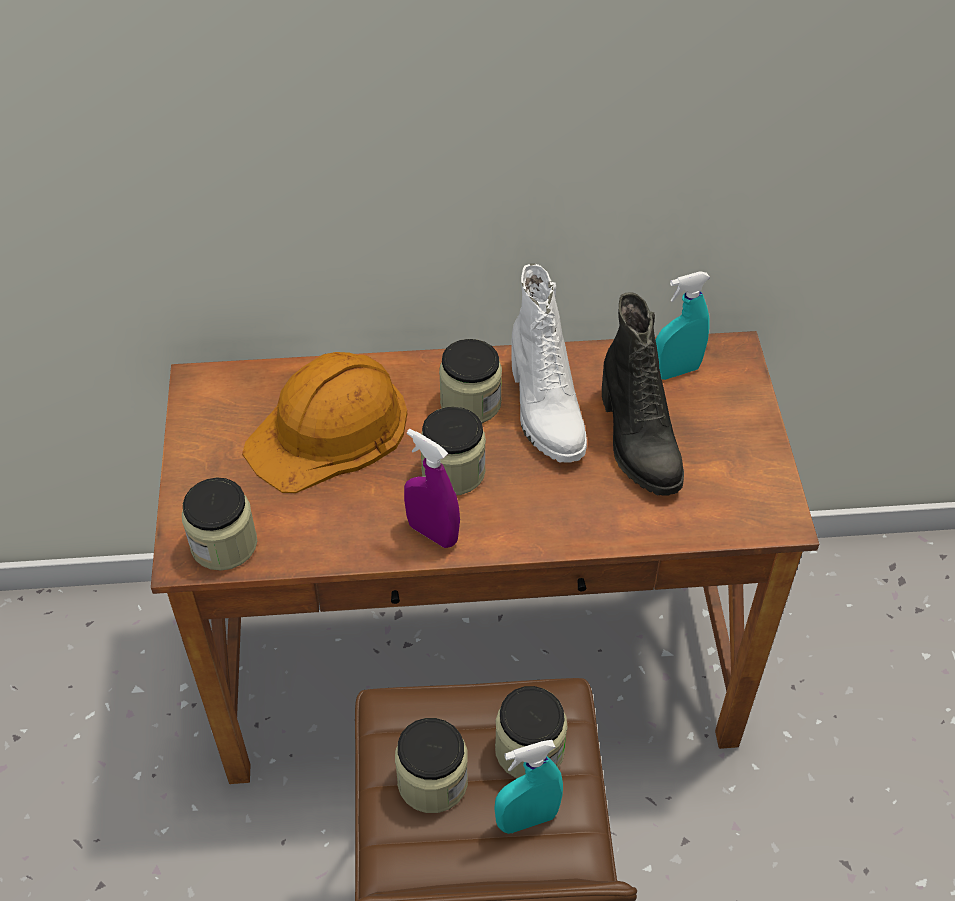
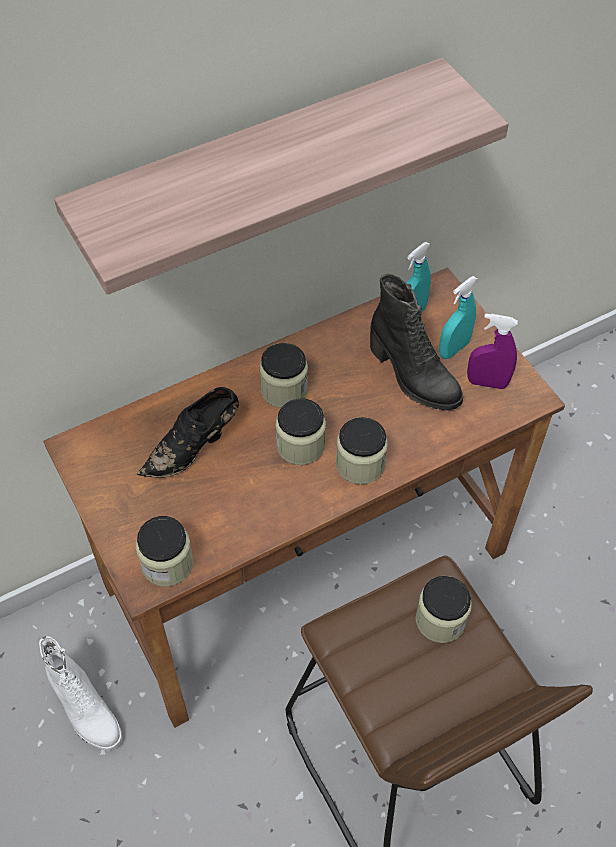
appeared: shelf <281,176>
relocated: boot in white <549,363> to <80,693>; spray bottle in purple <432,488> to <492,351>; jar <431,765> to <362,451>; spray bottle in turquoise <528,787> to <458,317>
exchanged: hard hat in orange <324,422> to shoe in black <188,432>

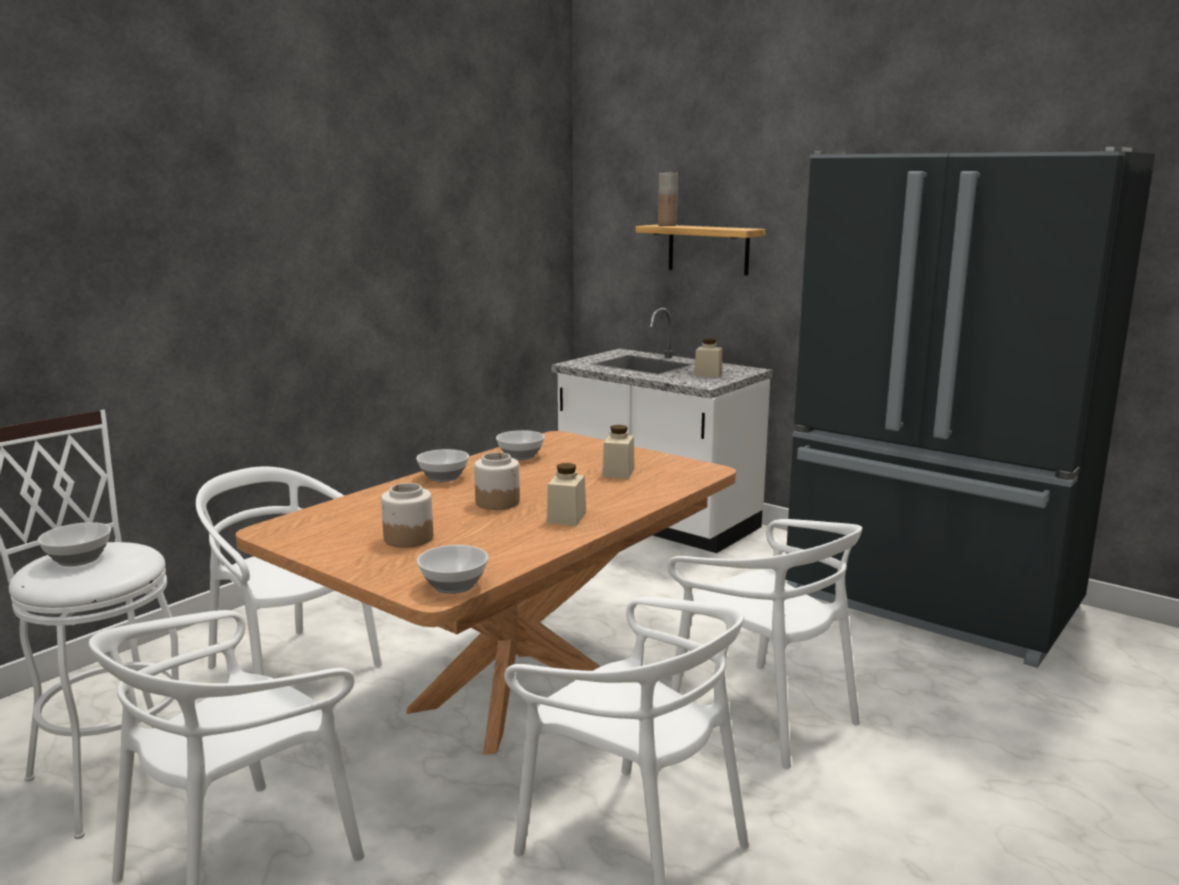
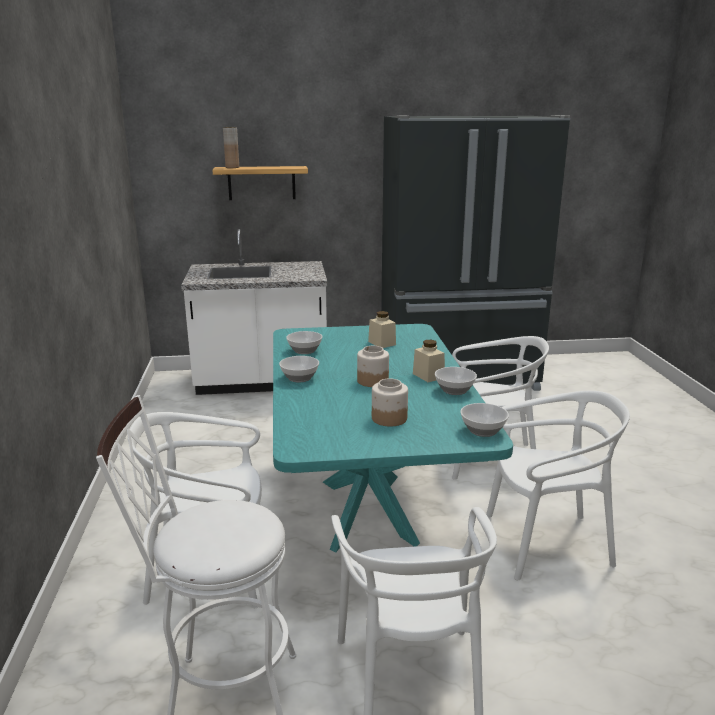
missing: jar in beige <708,357>
relocated: bowl <74,544> to <456,381>
colour: dining table in brown <486,593> to dining table in turquoise <393,438>

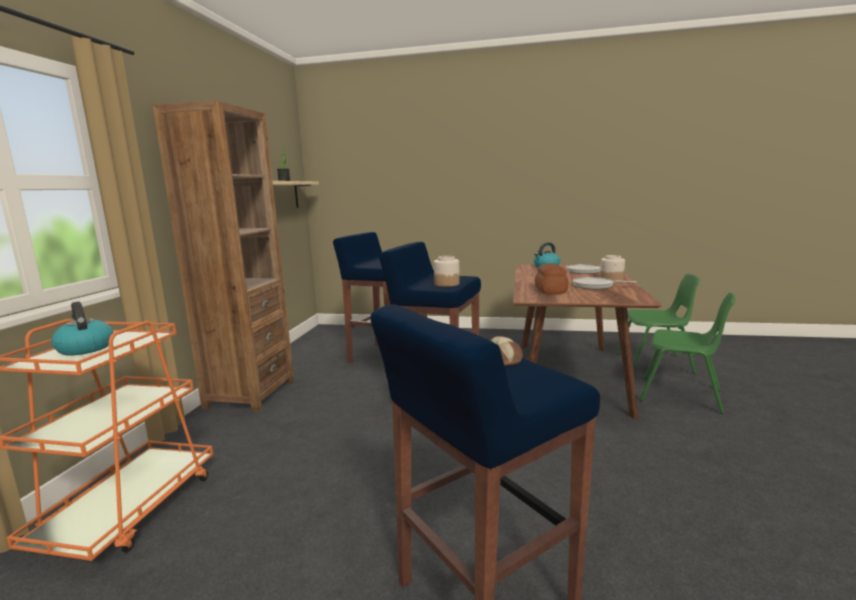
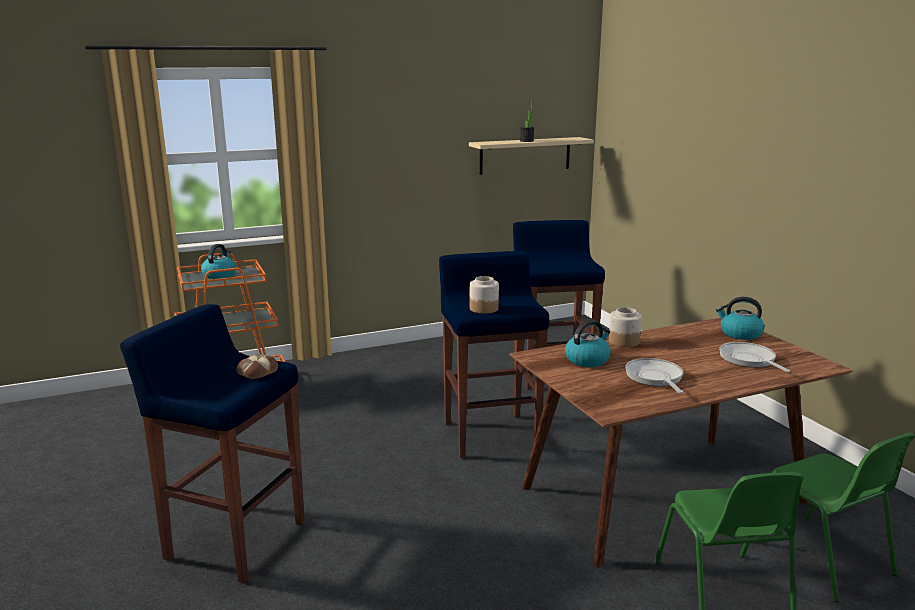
missing: bookcase in brown <223,256>
relocated: jar <612,268> to <625,327>
exchanged: bread <551,279> to kettle <588,343>

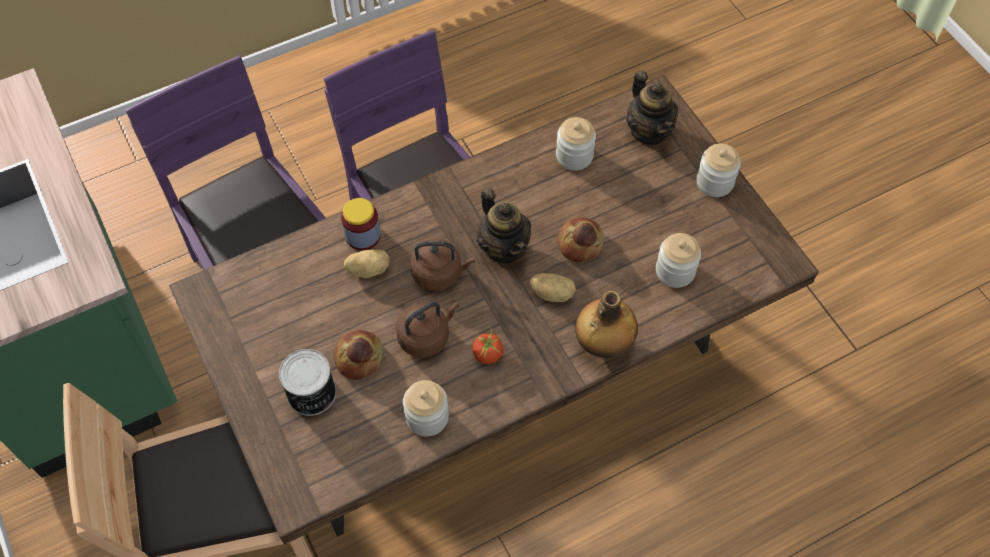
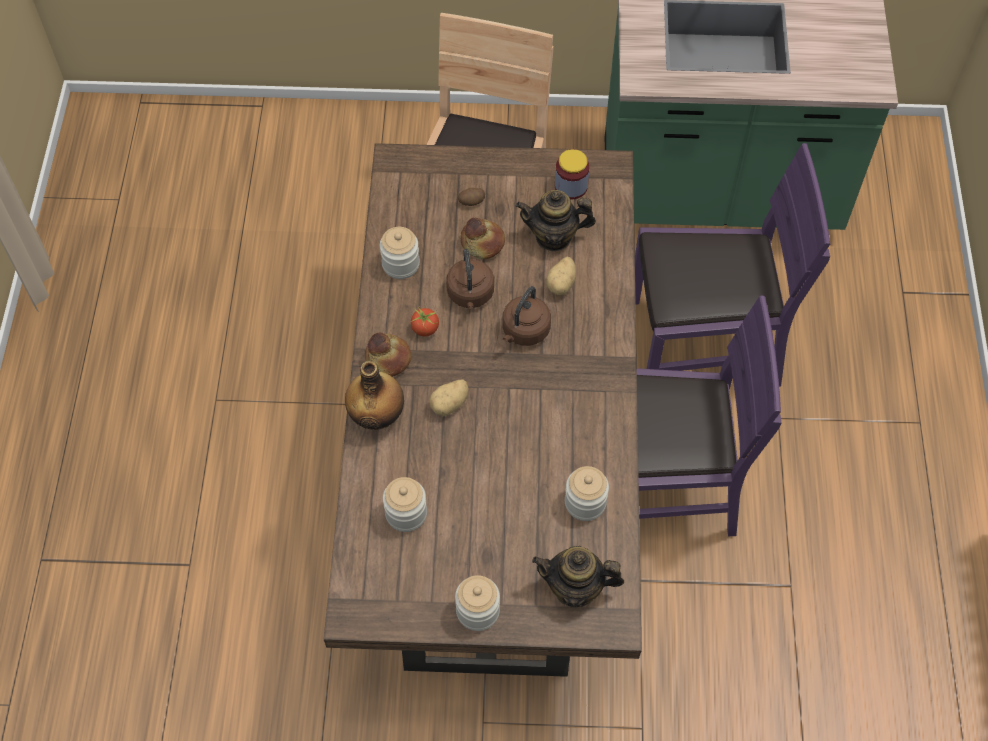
relocated: teapot <504,225> to <556,220>; jar <361,224> to <572,174>; bread <581,239> to <388,355>
exchanged: can <307,382> to potato <471,197>

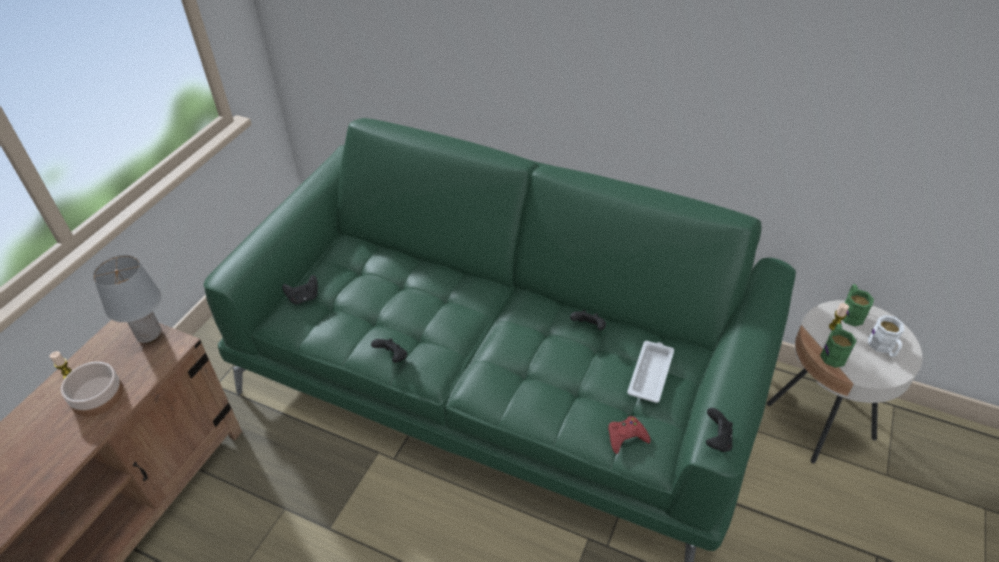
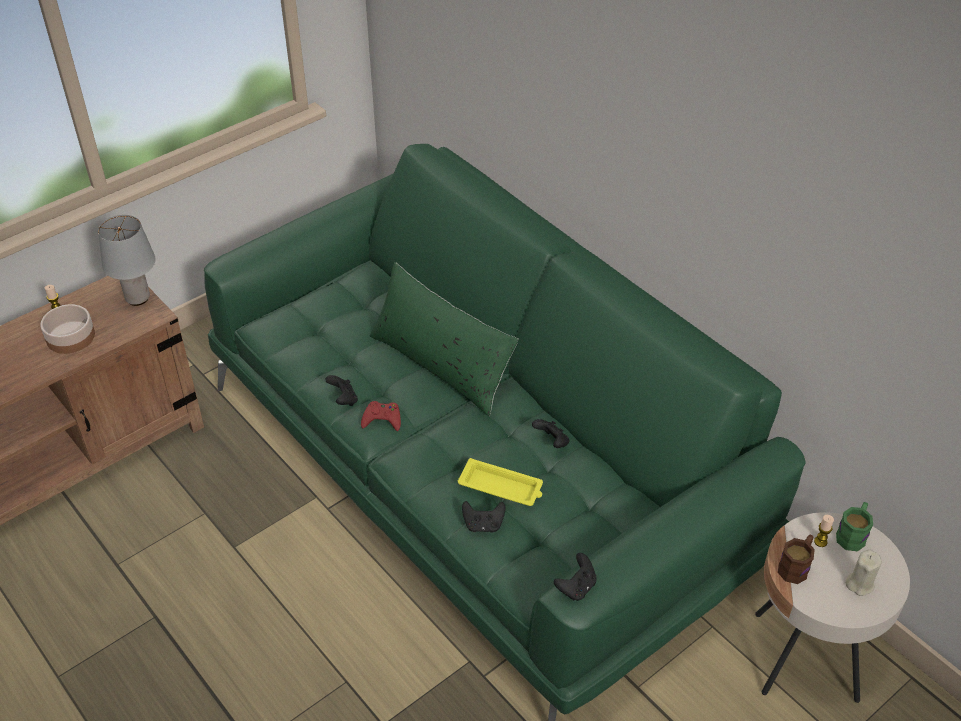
missing: tray in white <650,372>
appeared: pillow in green <444,339>; tray in yellow <500,482>
relocated: game controller in black <300,289> to <483,517>; game controller in red <629,435> to <381,416>
exchanged: mug in white <886,336> to candle in beige <863,573>
colour: mug in green <838,345> to mug in brown <796,559>

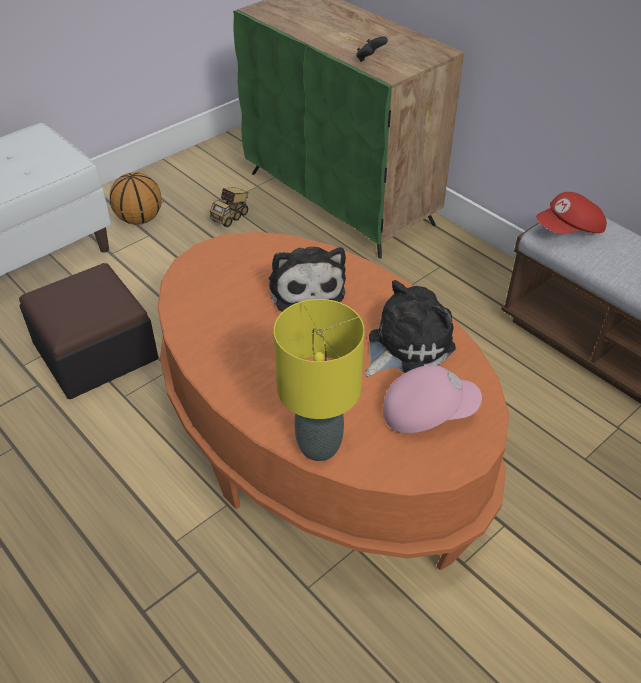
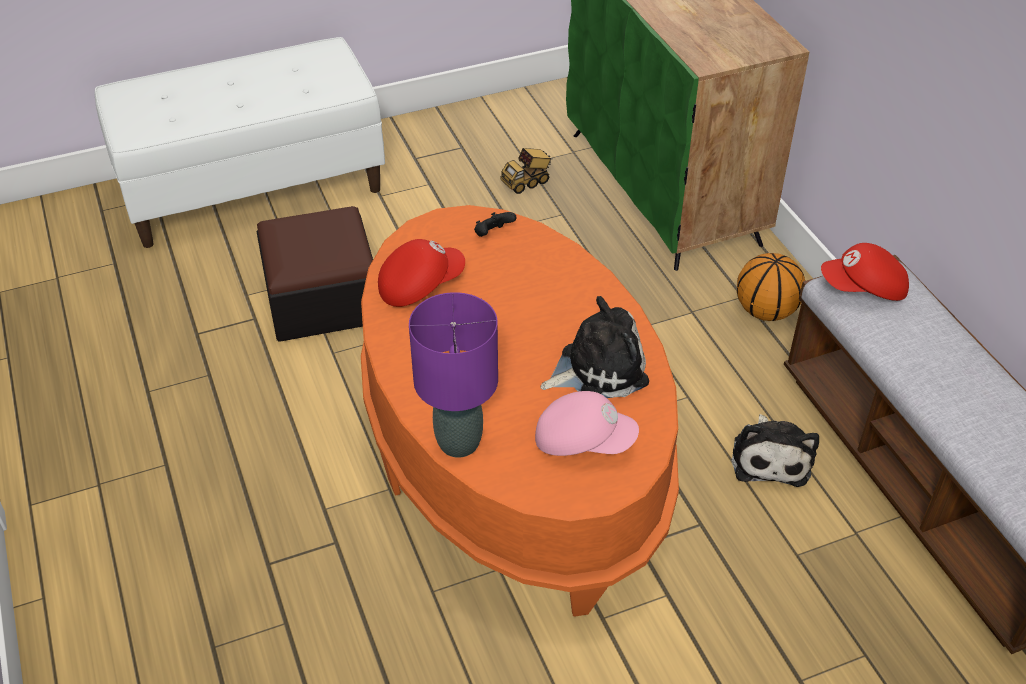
appeared: cap in red <421,273>
relocated: game controller in black <372,49> to <495,224>; basketball <136,198> to <771,287>; plush toy <307,279> to <775,450>
colour: table lamp in yellow <319,380> to table lamp in purple <453,375>

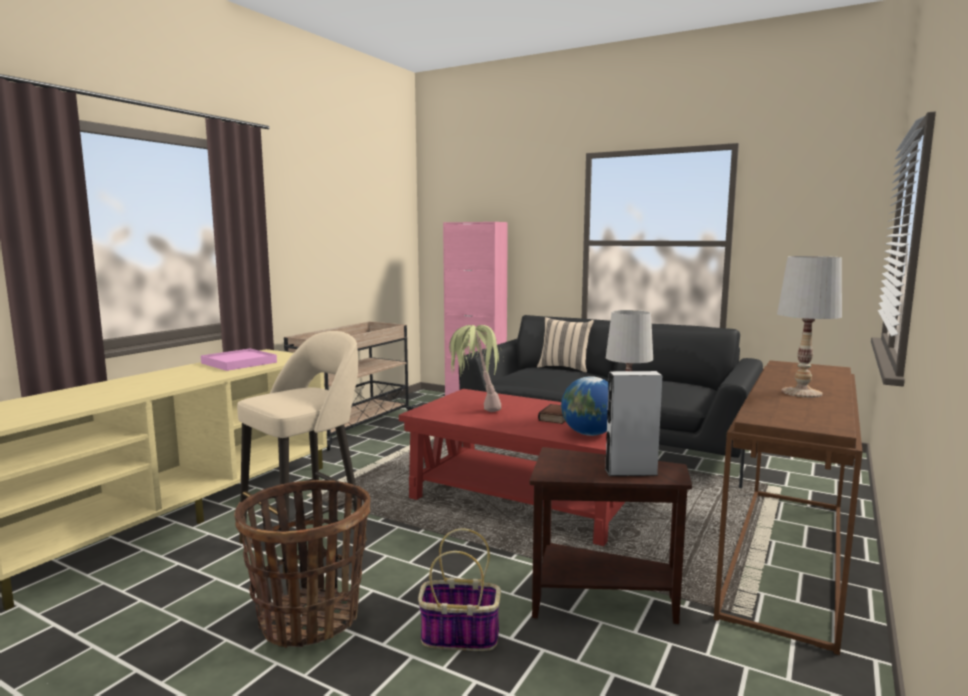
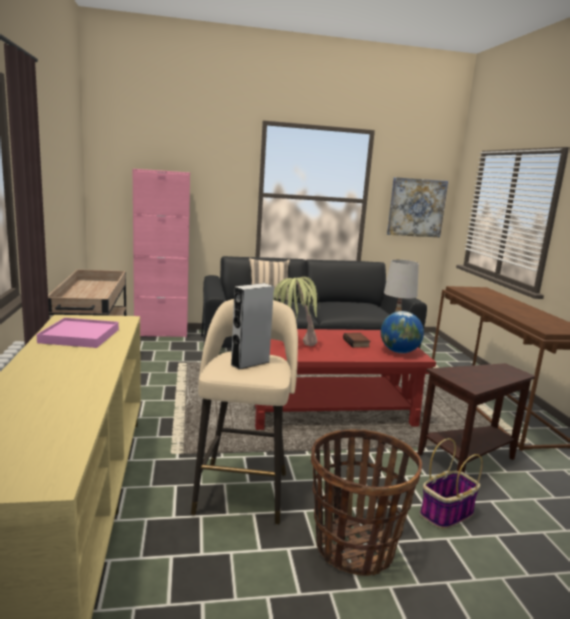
missing: table lamp in white <809,327>
appeared: picture <417,207>
relocated: speaker in grey <633,423> to <252,326>

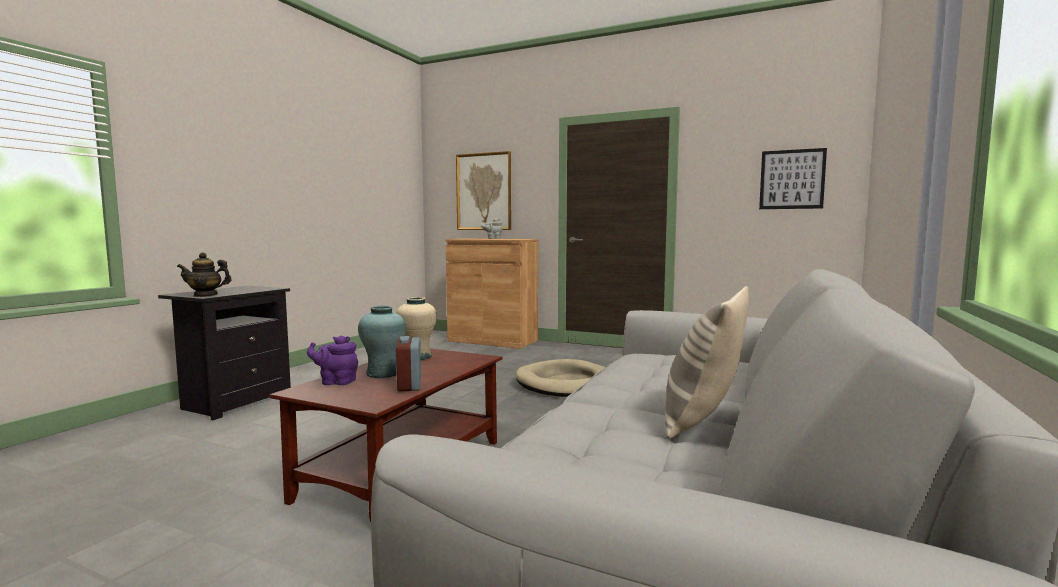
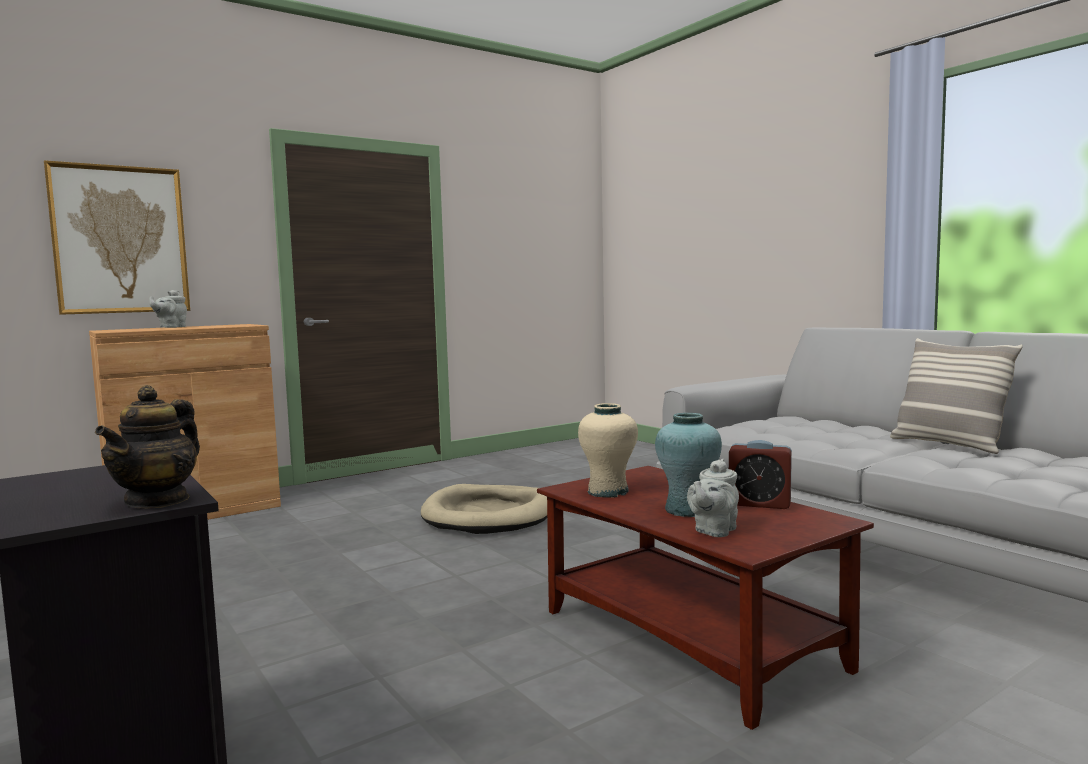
missing: picture <793,178>
colour: teapot in purple <332,360> to teapot in grey <713,498>

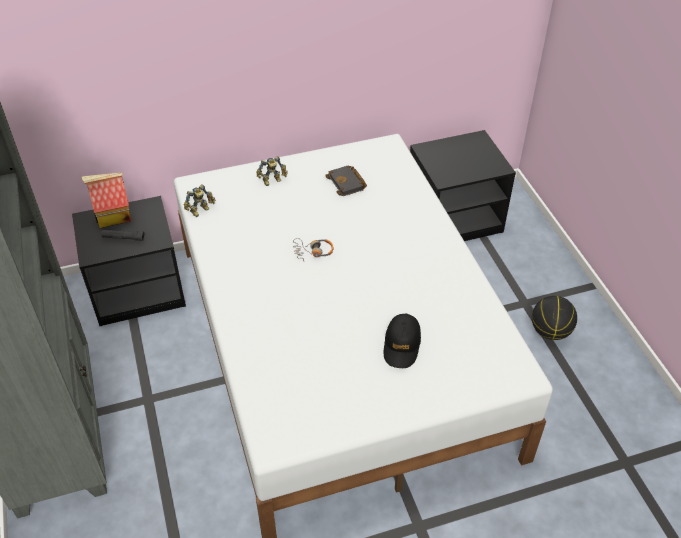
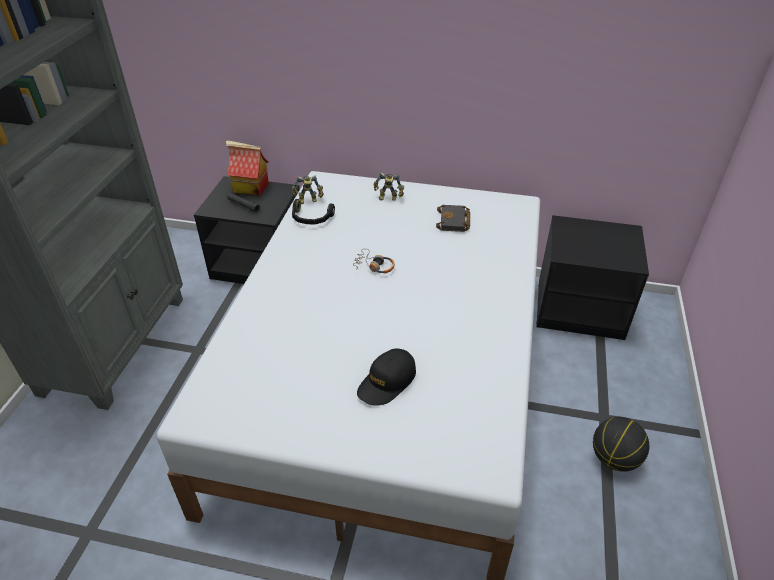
appeared: headphones in black <313,212>

